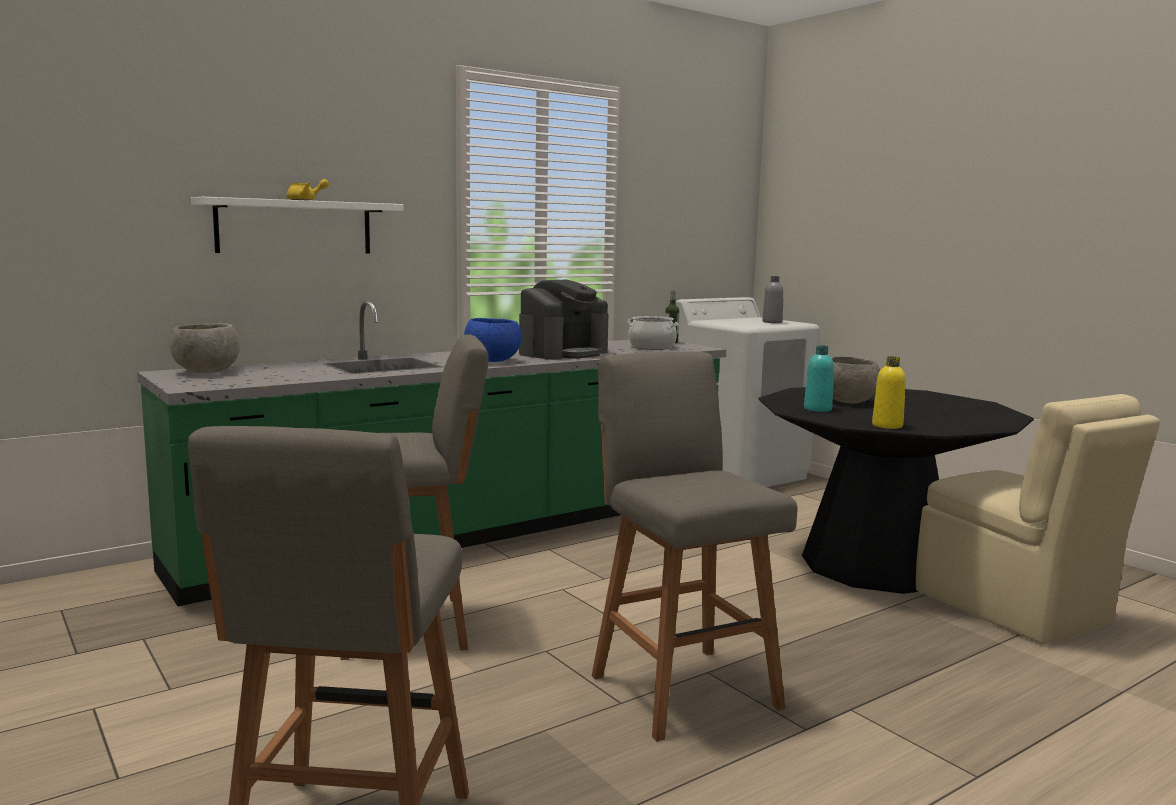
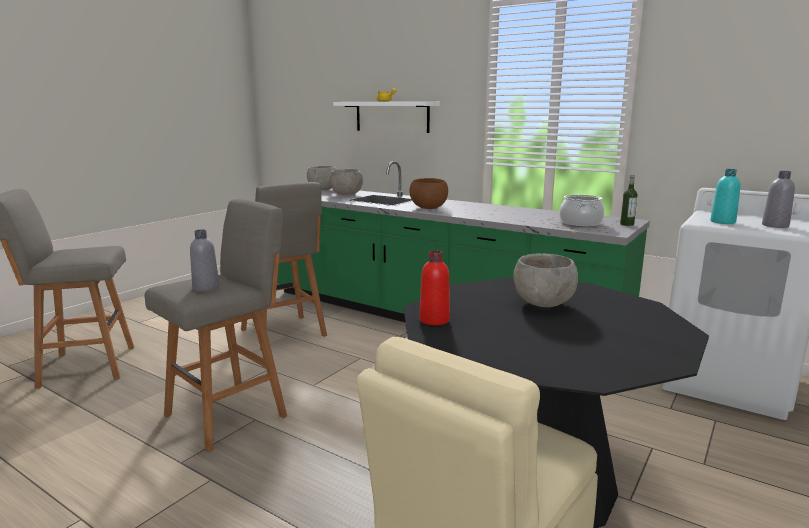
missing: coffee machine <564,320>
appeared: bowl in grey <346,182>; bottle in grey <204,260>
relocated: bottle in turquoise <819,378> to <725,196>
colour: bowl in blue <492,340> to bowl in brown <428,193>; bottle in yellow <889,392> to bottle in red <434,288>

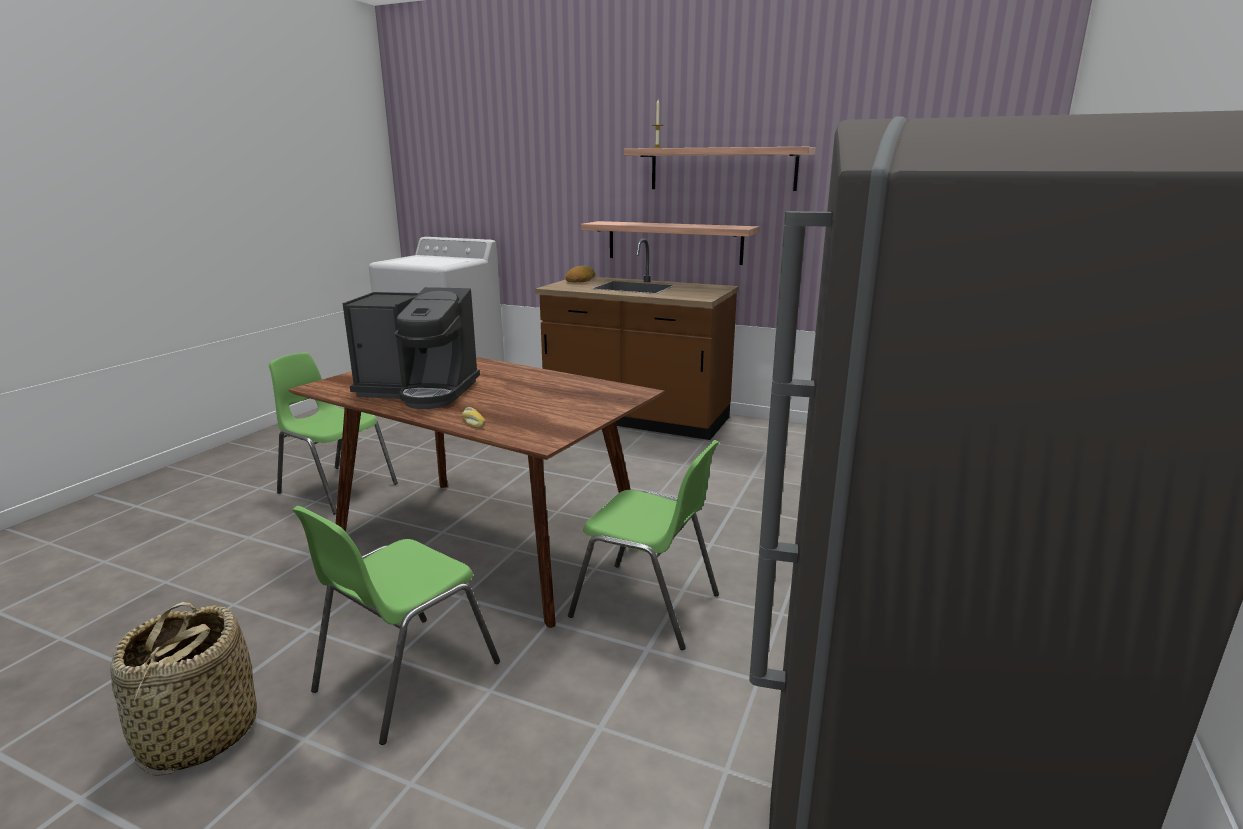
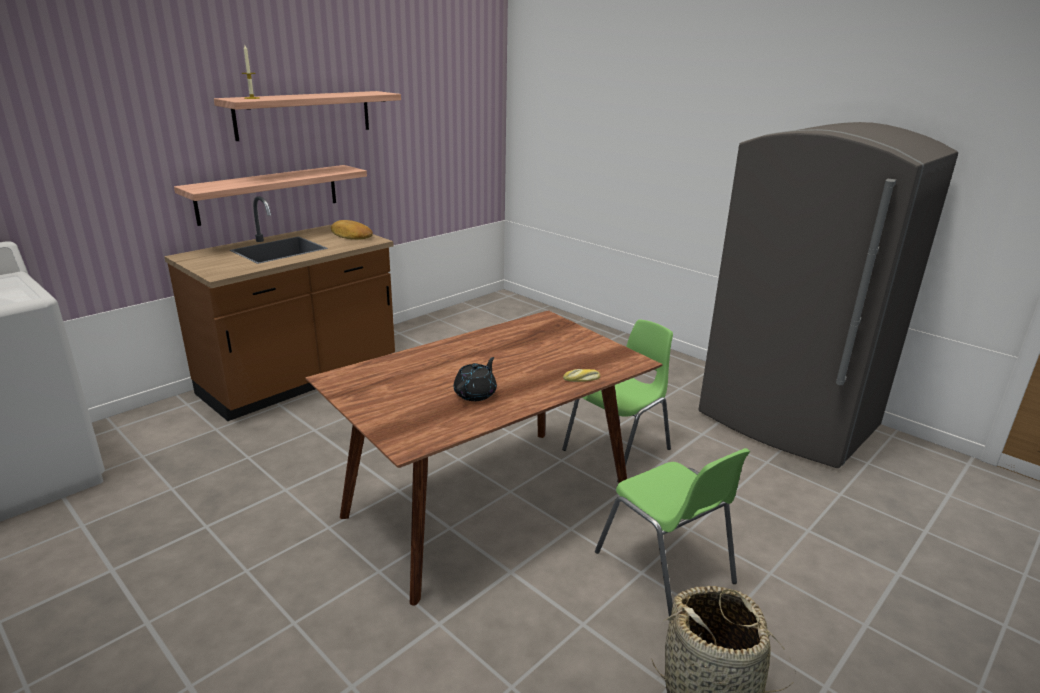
missing: chair in green <333,433>
relocated: bread <580,274> to <352,230>
exchanged: coffee machine <411,348> to teapot in black <475,379>

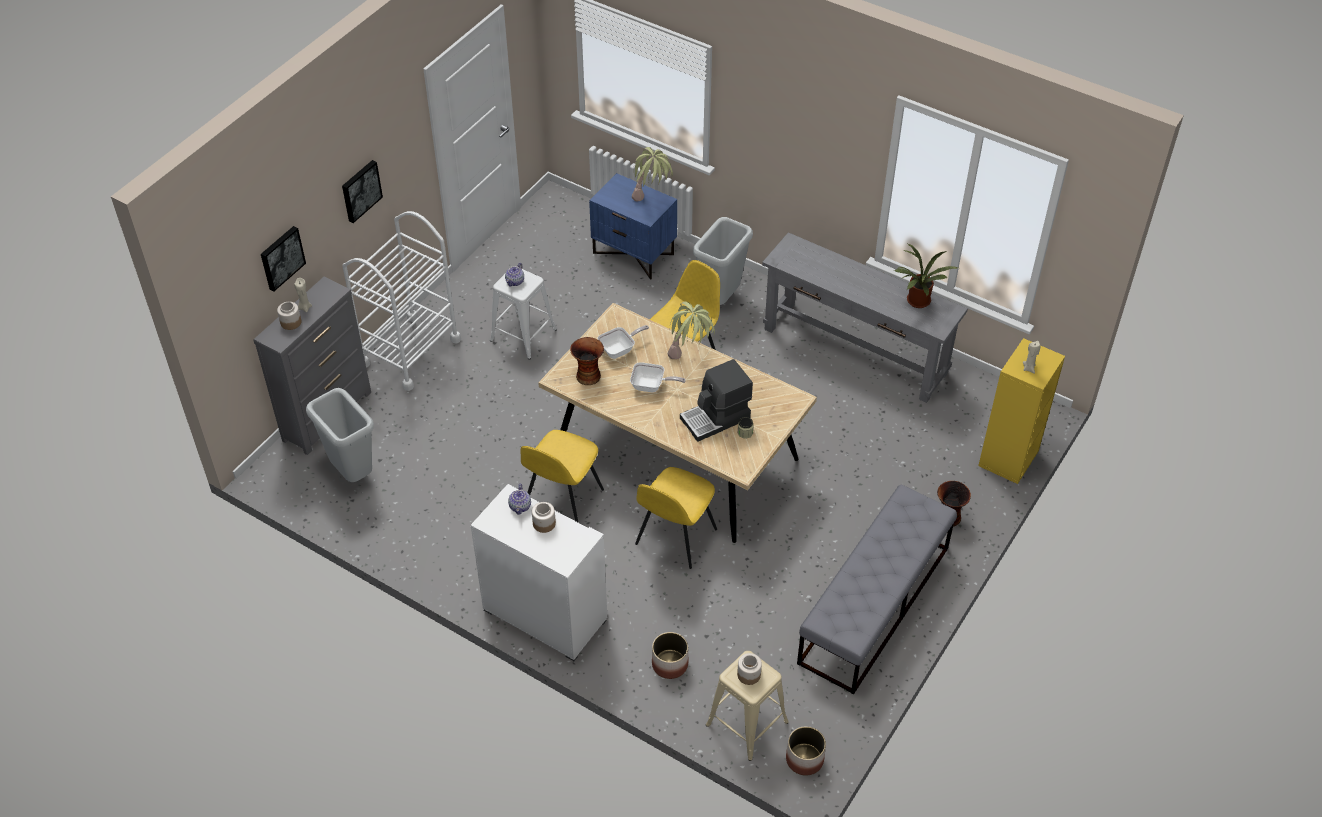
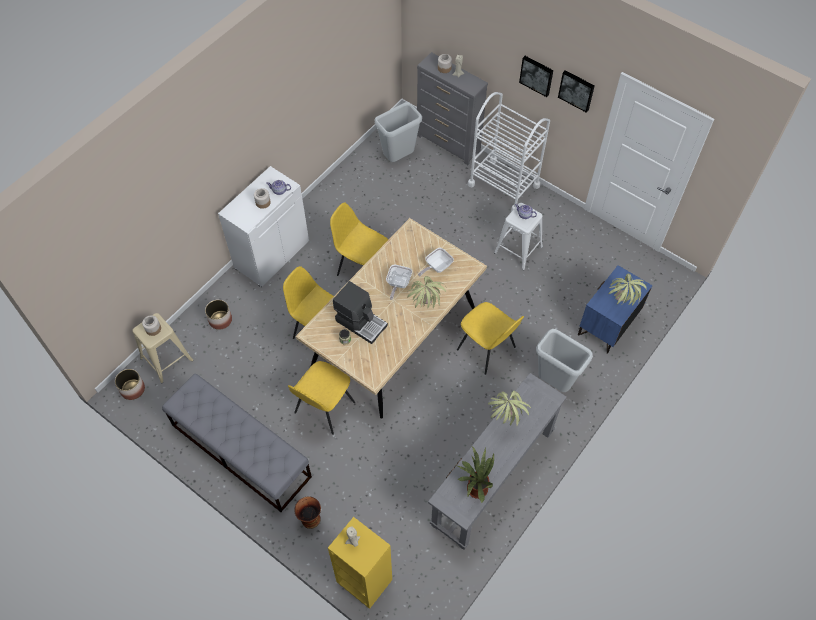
missing: vase <587,361>
appeared: chair in yellow <321,398>; potted plant <509,408>
relocated: picture <283,258> to <576,91>
spun: frying pan <623,342> = <436,262> 75 degrees clockwise; coffee machine <716,400> = <360,312> 150 degrees clockwise

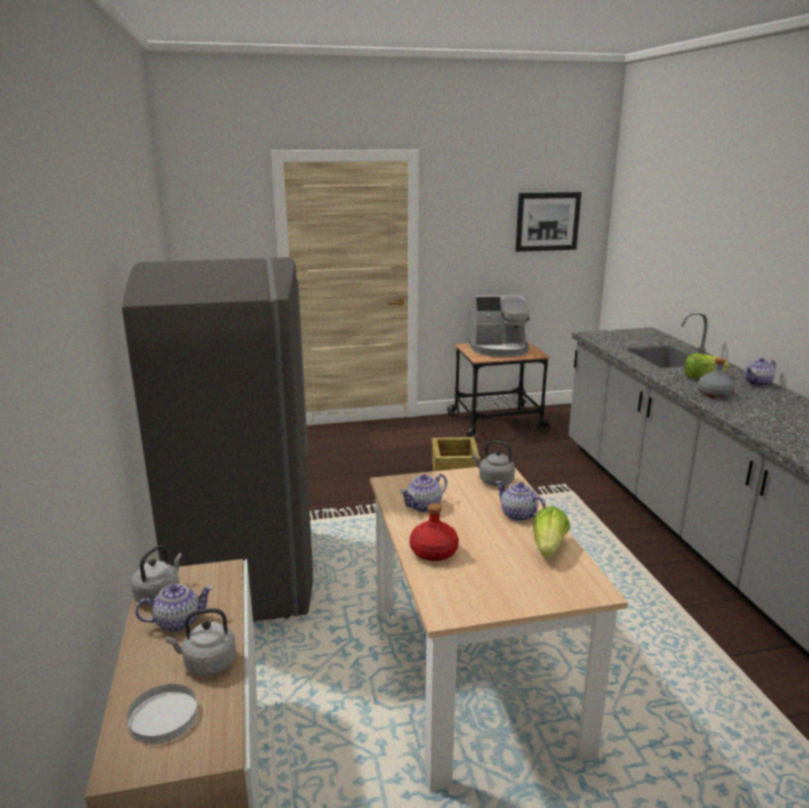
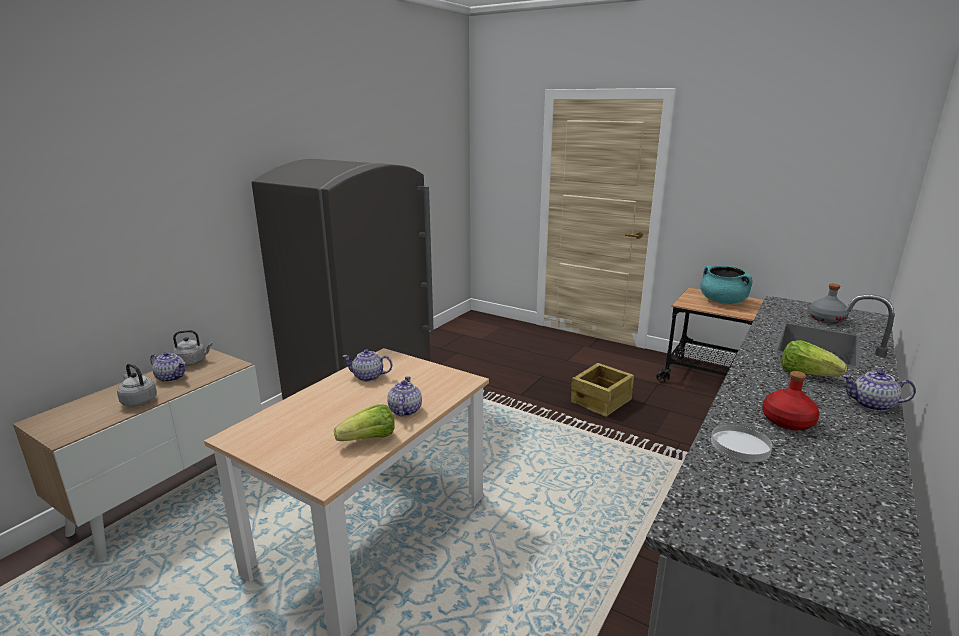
missing: picture <548,222>; kettle in grey <493,463>
relocated: bottle in grey <716,378> to <829,304>; bottle in red <434,532> to <790,400>; plate in white <162,714> to <742,443>
exchanged: coffee machine <499,326> to cooking pot in turquoise <726,285>

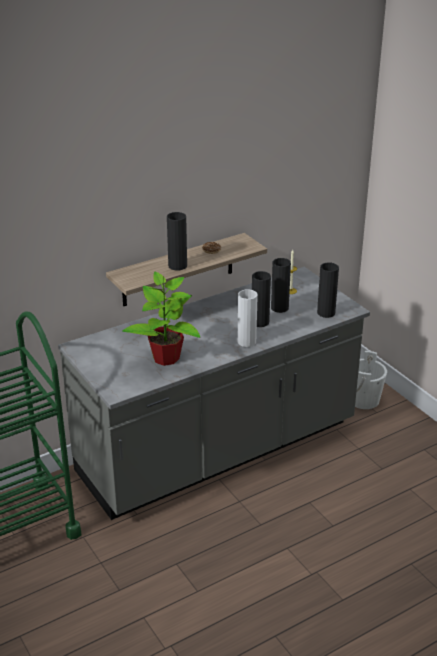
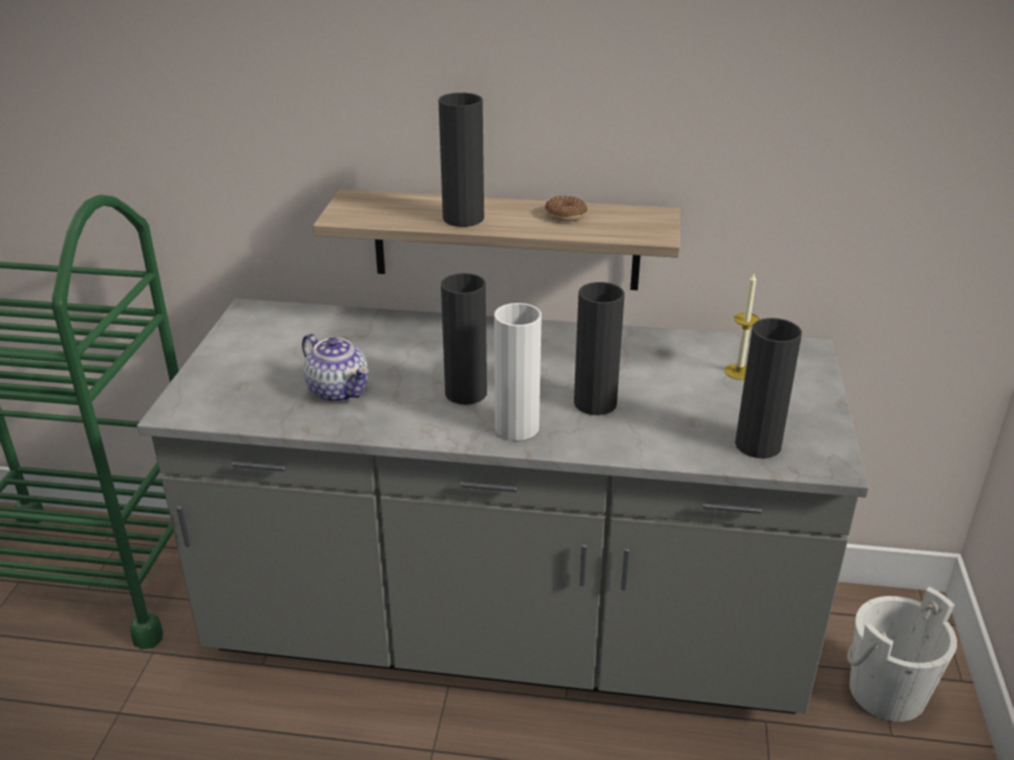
relocated: vase in black <281,285> to <464,339>
exchanged: potted plant <161,319> to teapot <335,367>

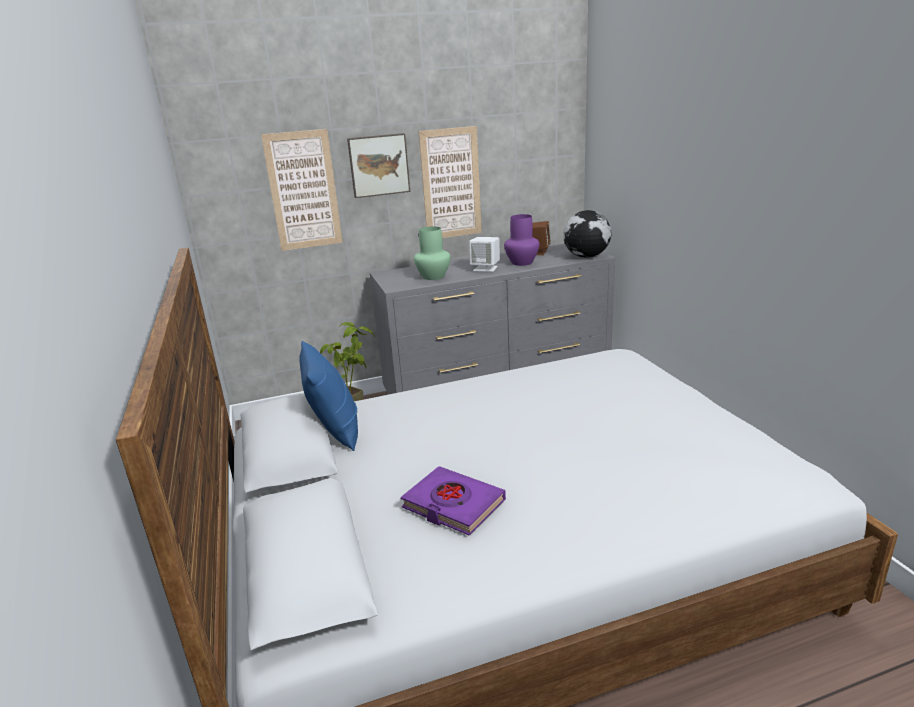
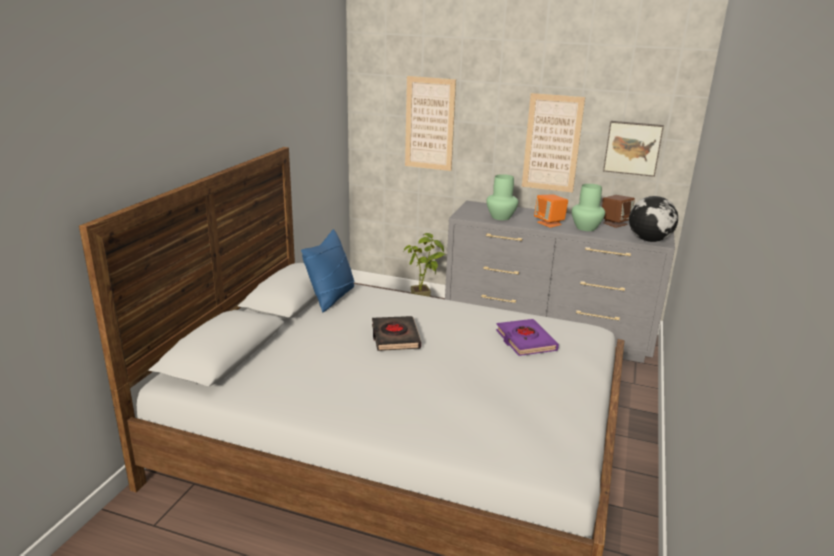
appeared: book in black <396,333>
relocated: picture <378,165> to <633,149>; book in purple <453,500> to <527,337>
colour: vase in purple <522,240> to vase in green <588,207>; speaker in white <484,254> to speaker in orange <551,211>

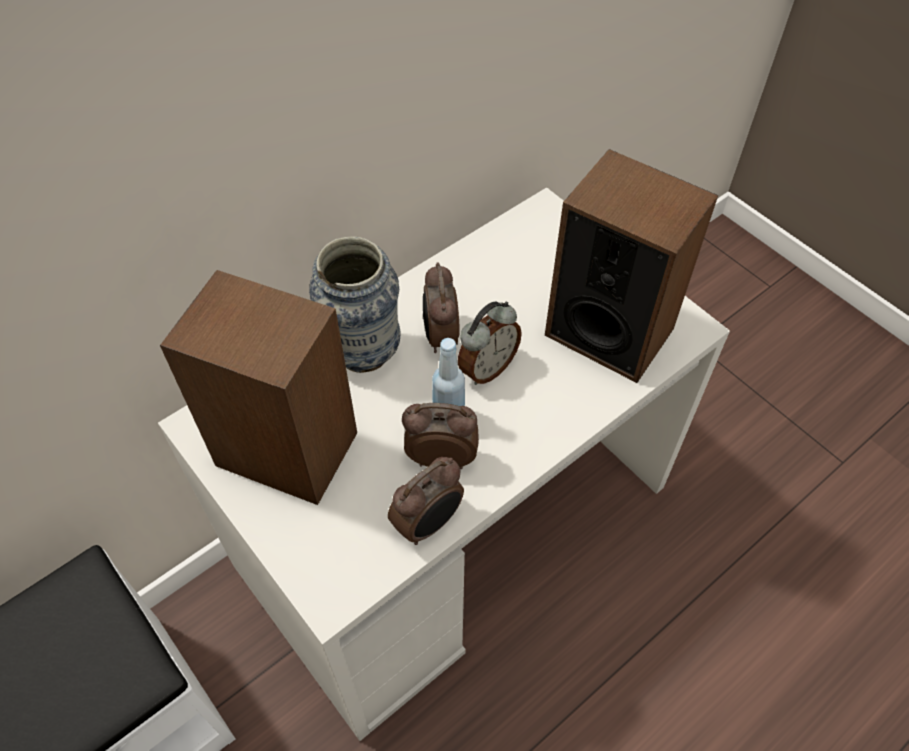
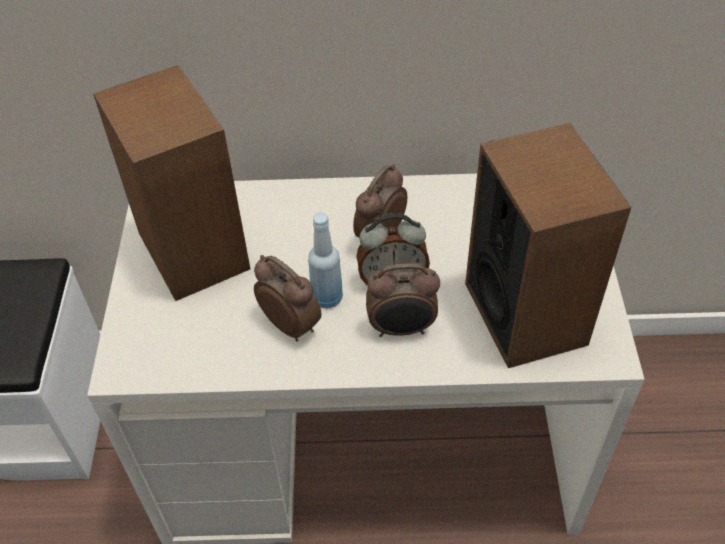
missing: vase <354,304>
relocated: alarm clock <426,501> to <403,300>

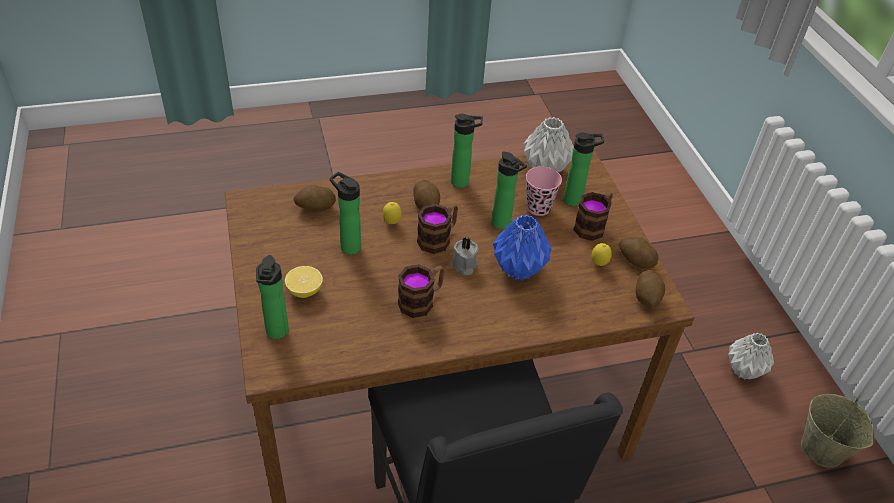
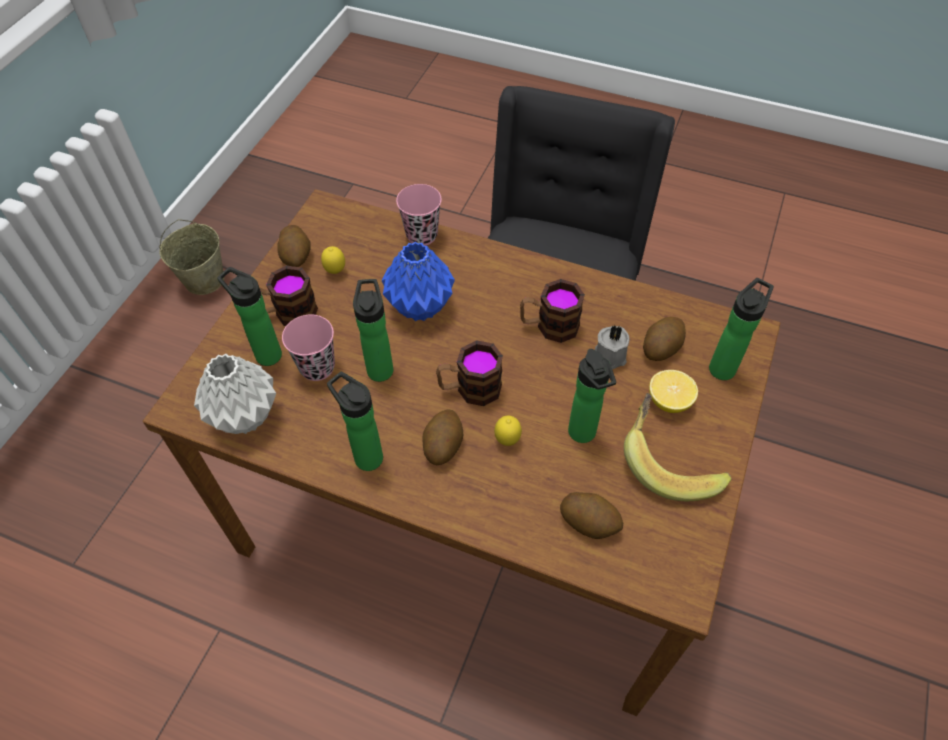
missing: vase in grey <751,356>
appeared: cup in pink <419,215>; banana <678,447>
relocated: candle in grey <465,256> to <612,347>; potato <650,288> to <664,339>

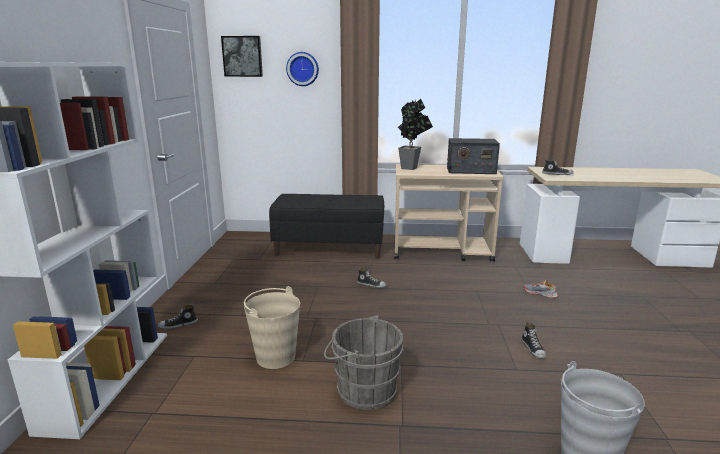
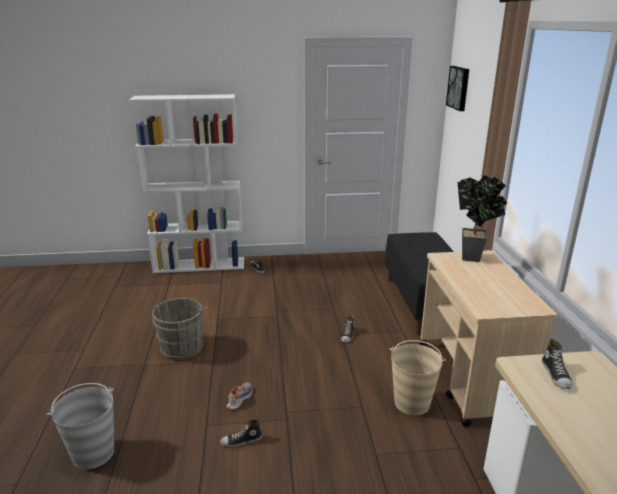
missing: wall clock <302,69>; radio <473,156>
relocated: shoe <541,289> to <239,396>; bucket in beige <272,327> to <418,377>

